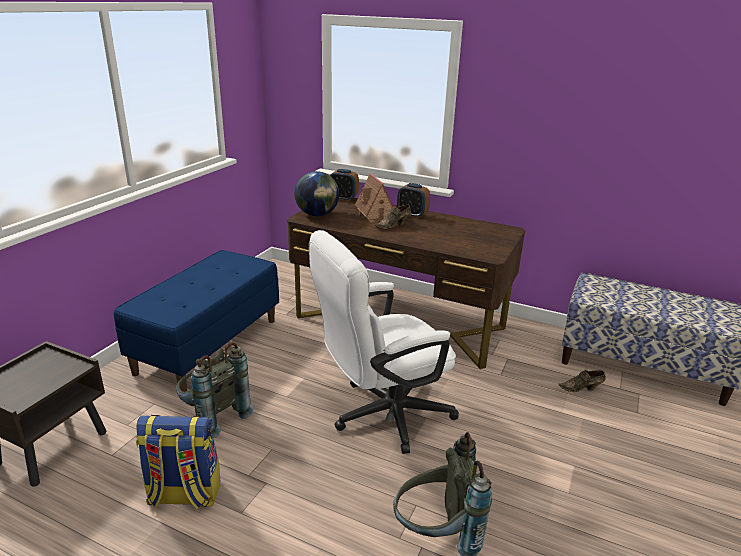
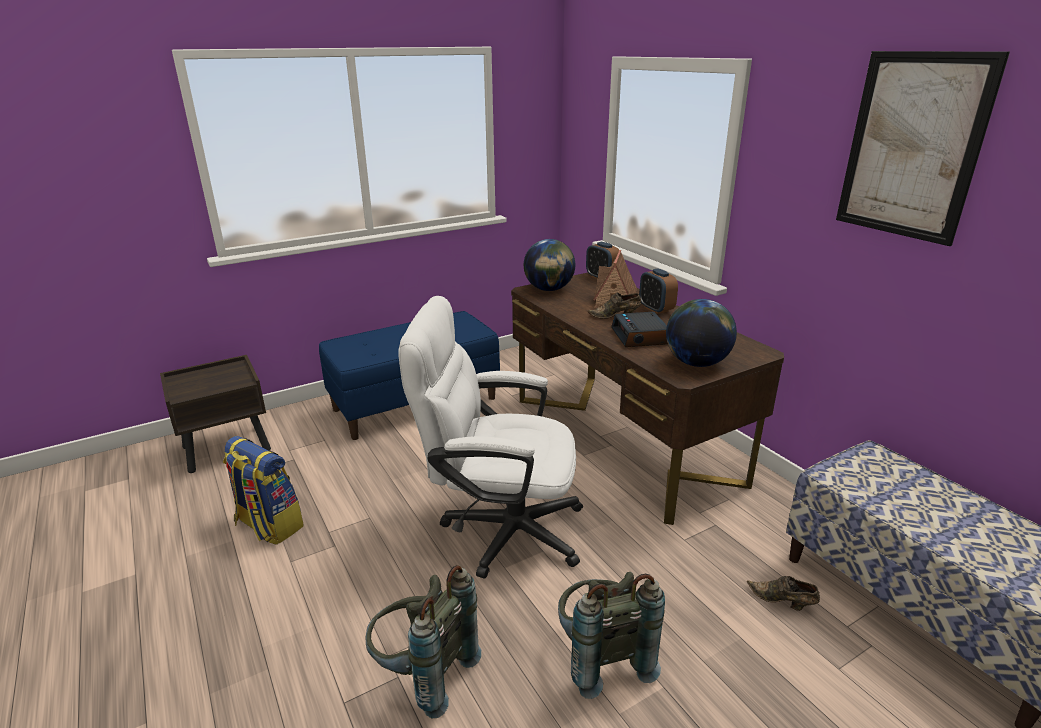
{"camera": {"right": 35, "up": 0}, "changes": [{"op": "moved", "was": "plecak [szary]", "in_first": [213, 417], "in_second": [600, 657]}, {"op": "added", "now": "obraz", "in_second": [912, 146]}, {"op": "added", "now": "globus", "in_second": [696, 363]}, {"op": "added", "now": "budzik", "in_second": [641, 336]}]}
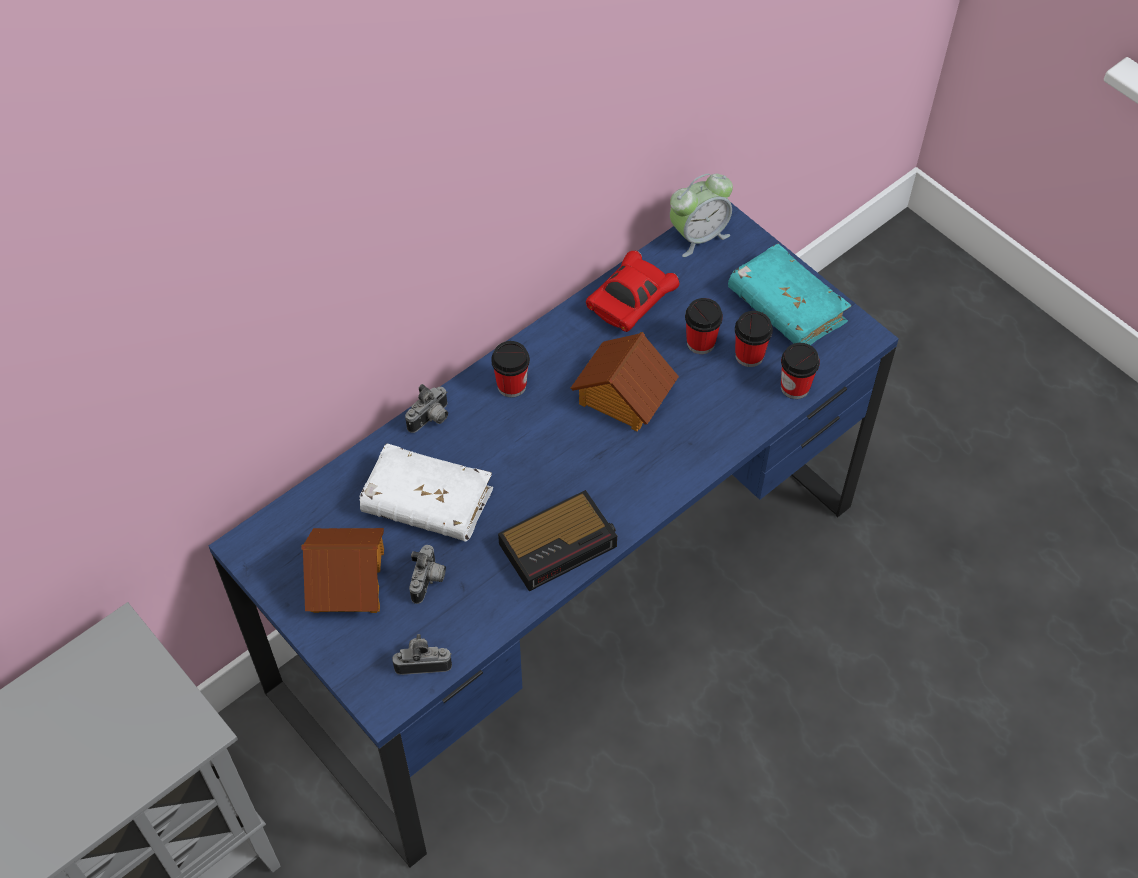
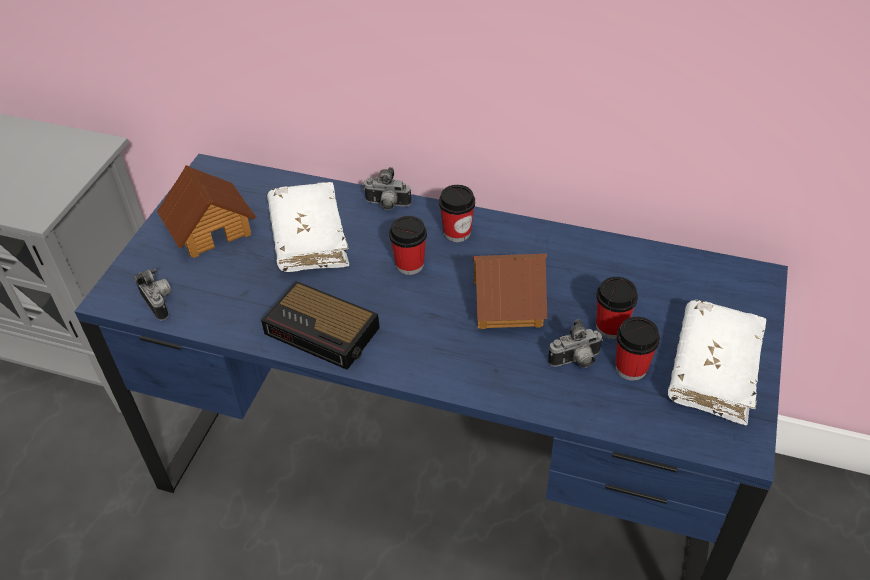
{"camera": {"right": 60, "up": -10}, "changes": [{"op": "removed", "was": "budzik", "in_first": [698, 236]}, {"op": "recoloured", "was": "książka [turkusowy]", "now": "książka [biały]", "in_first": [786, 307], "in_second": [713, 370]}, {"op": "removed", "was": "samochodzik [czerwony]", "in_first": [630, 302]}, {"op": "moved", "was": "filiżanka", "in_first": [795, 387], "in_second": [409, 264]}, {"op": "moved", "was": "aparat fotograficzny", "in_first": [429, 581], "in_second": [576, 361]}]}
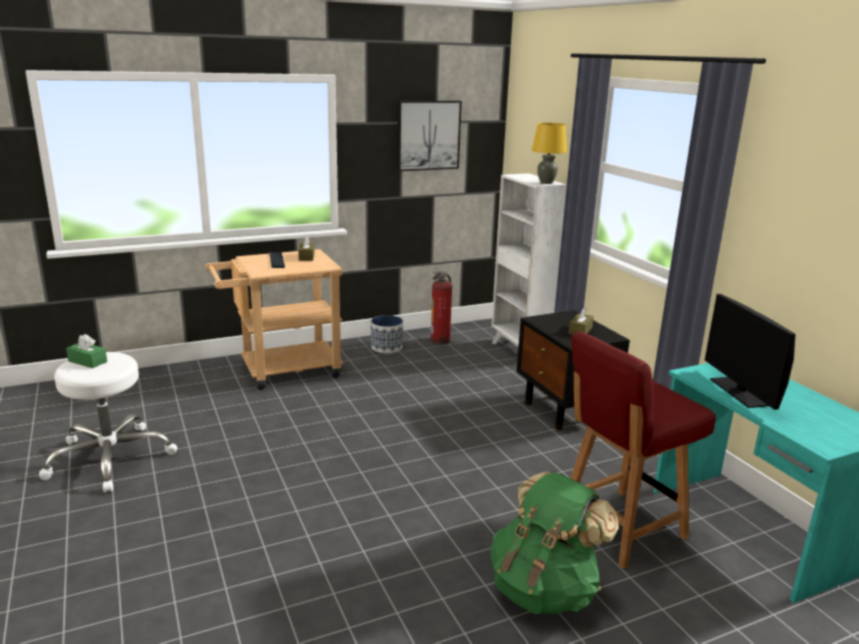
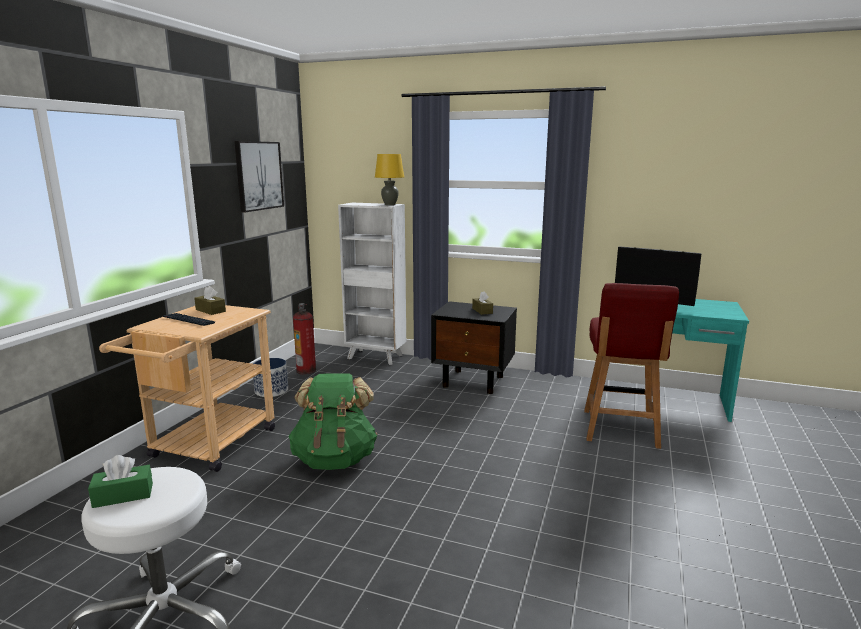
{"camera": {"right": -45, "up": -5}, "changes": [{"op": "moved", "was": "plecak [zielony]", "in_first": [544, 589], "in_second": [335, 459]}]}
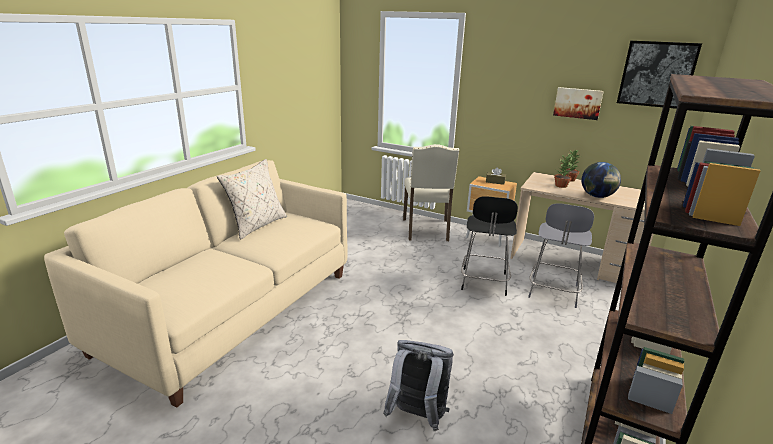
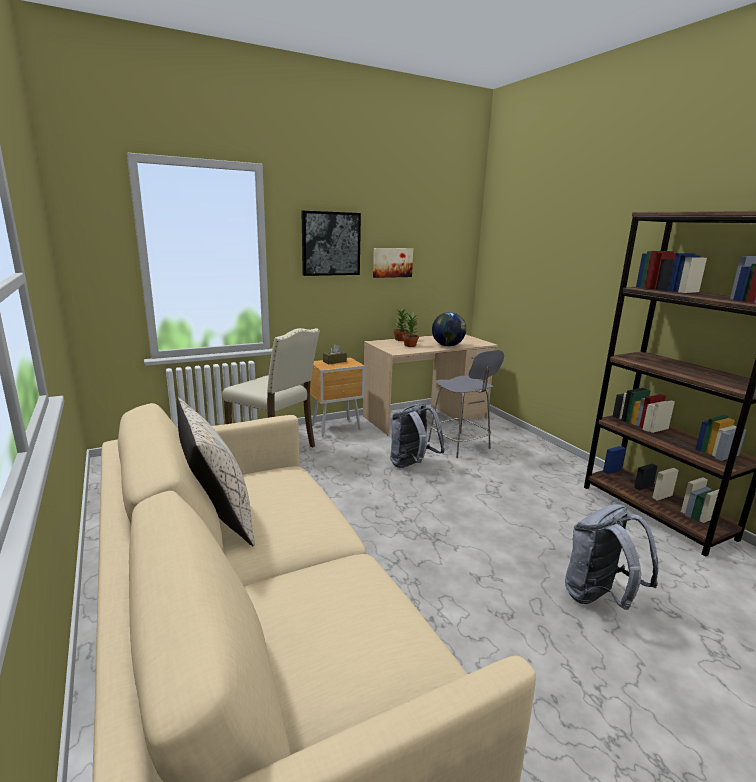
{"camera": {"right": -55, "up": -5}, "changes": [{"op": "moved", "was": "obraz", "in_first": [656, 74], "in_second": [331, 244]}, {"op": "replaced", "was": "krzesło [czarny]", "now": "plecak [szary]", "in_first": [483, 283], "in_second": [412, 465]}]}
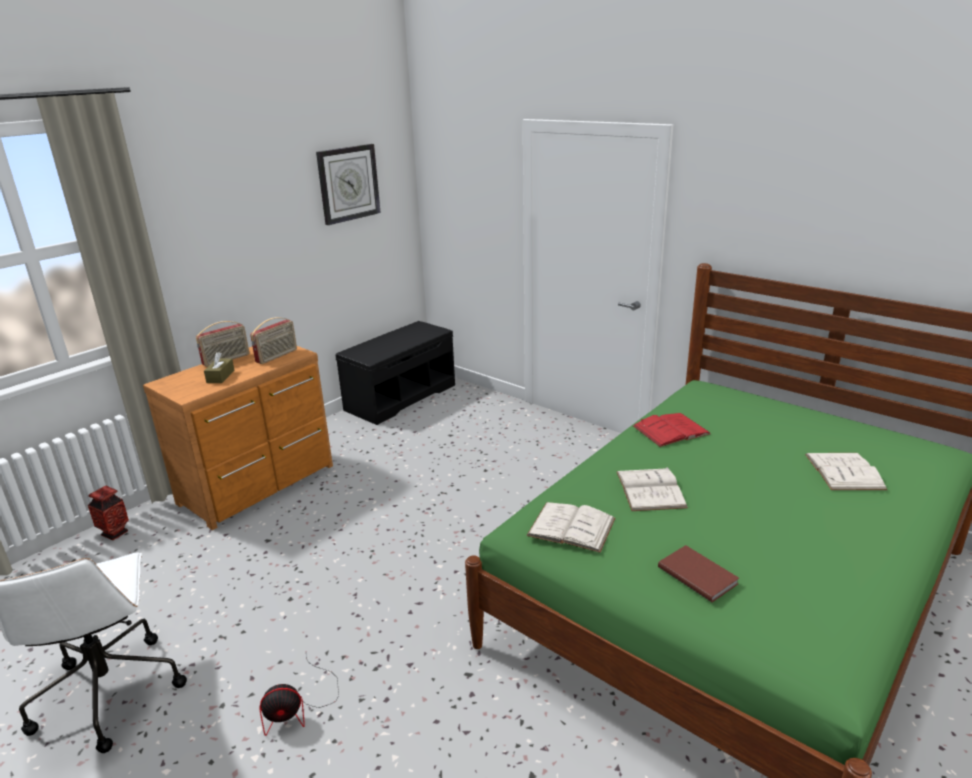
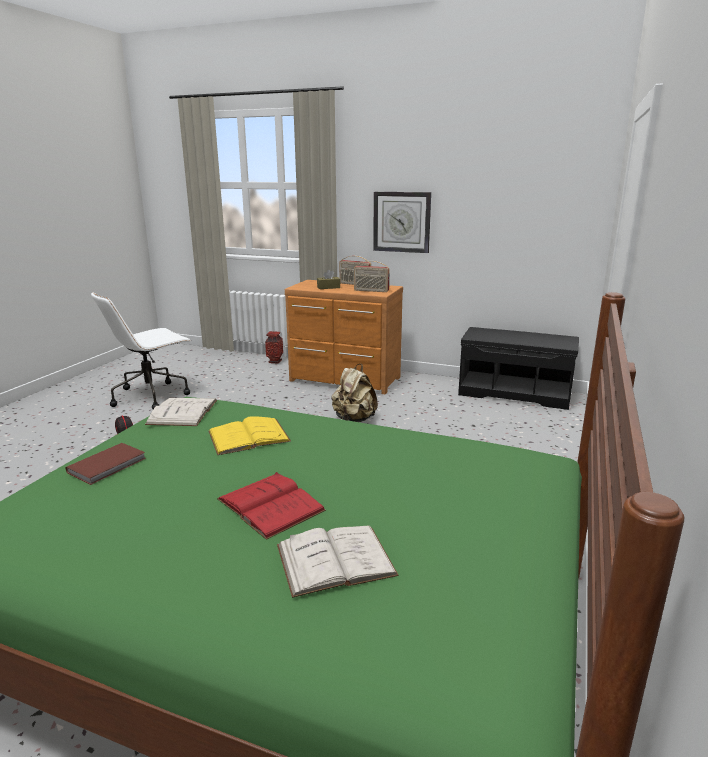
{"camera": {"right": 70, "up": -5}, "changes": [{"op": "moved", "was": "zegar ścienny", "in_first": [348, 183], "in_second": [401, 222]}, {"op": "moved", "was": "książka [czerwony]", "in_first": [671, 430], "in_second": [270, 505]}, {"op": "recoloured", "was": "książka [biały]", "now": "książka [żółty]", "in_first": [650, 489], "in_second": [248, 436]}, {"op": "added", "now": "plecak [beżowy]", "in_second": [354, 420]}]}
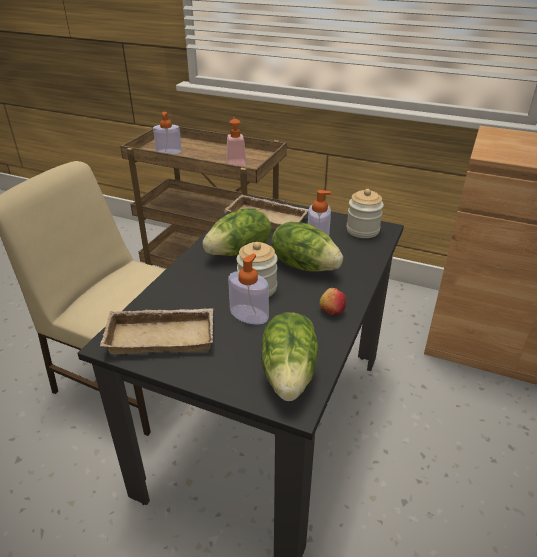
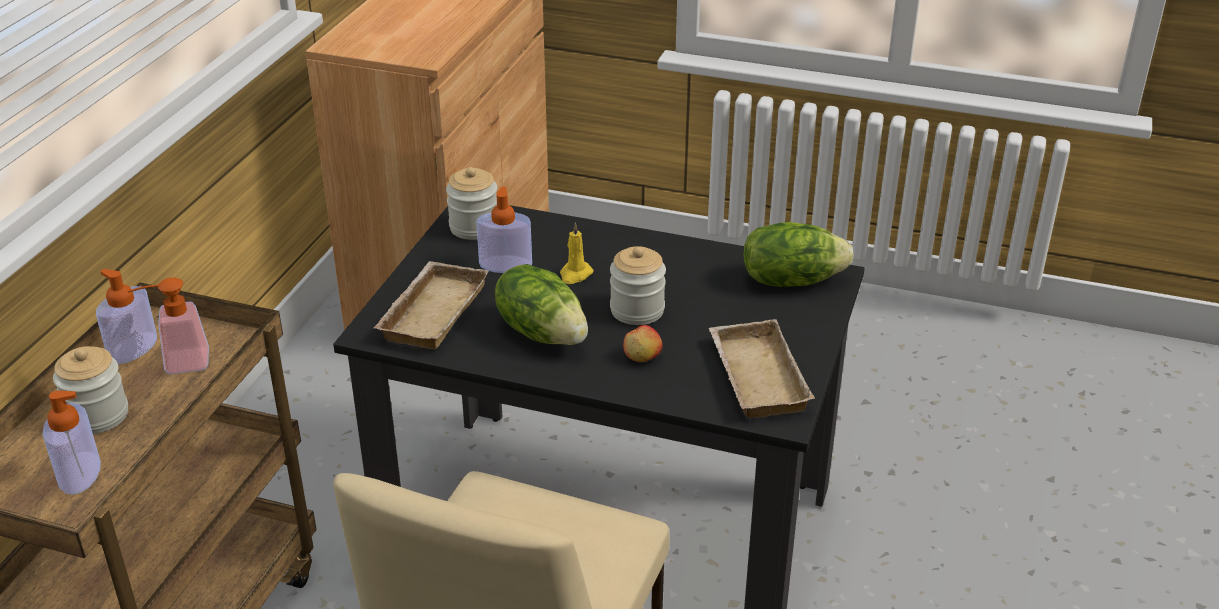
{"camera": {"right": -95, "up": 0}, "changes": [{"op": "replaced", "was": "sałata", "now": "świeca [żółty]", "in_first": [304, 265], "in_second": [575, 274]}, {"op": "moved", "was": "dozownik mydła", "in_first": [249, 314], "in_second": [133, 348]}, {"op": "moved", "was": "jabłko", "in_first": [332, 310], "in_second": [642, 357]}, {"op": "added", "now": "słoik", "in_second": [98, 416]}]}
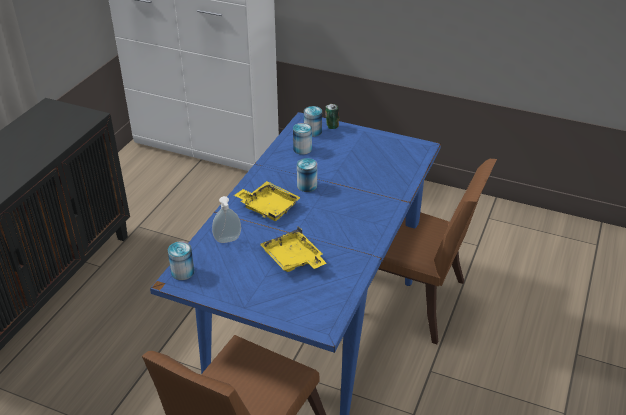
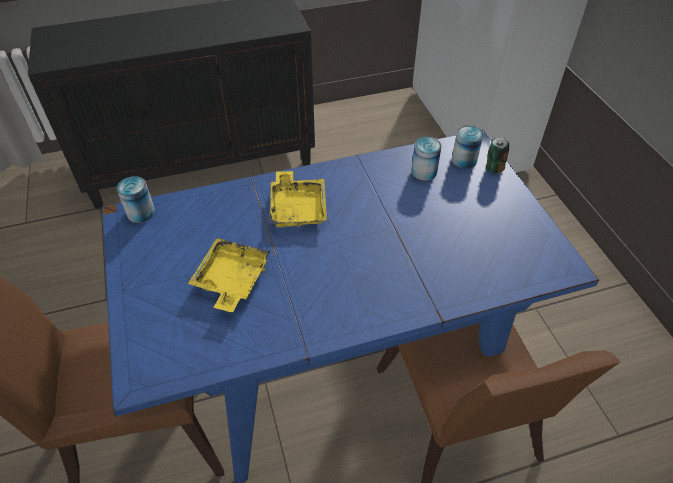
{"camera": {"right": 50, "up": 10}, "changes": [{"op": "removed", "was": "puszka", "in_first": [307, 186]}, {"op": "removed", "was": "dozownik mydła", "in_first": [228, 241]}]}
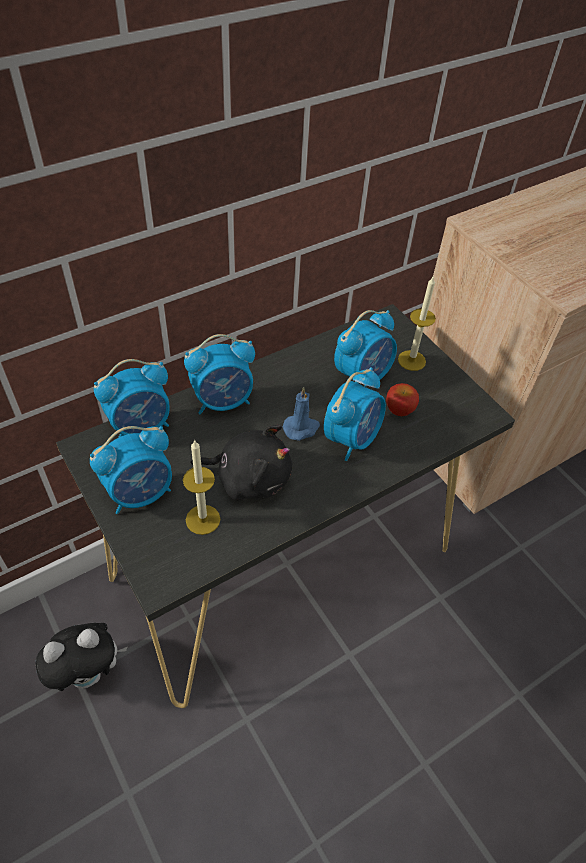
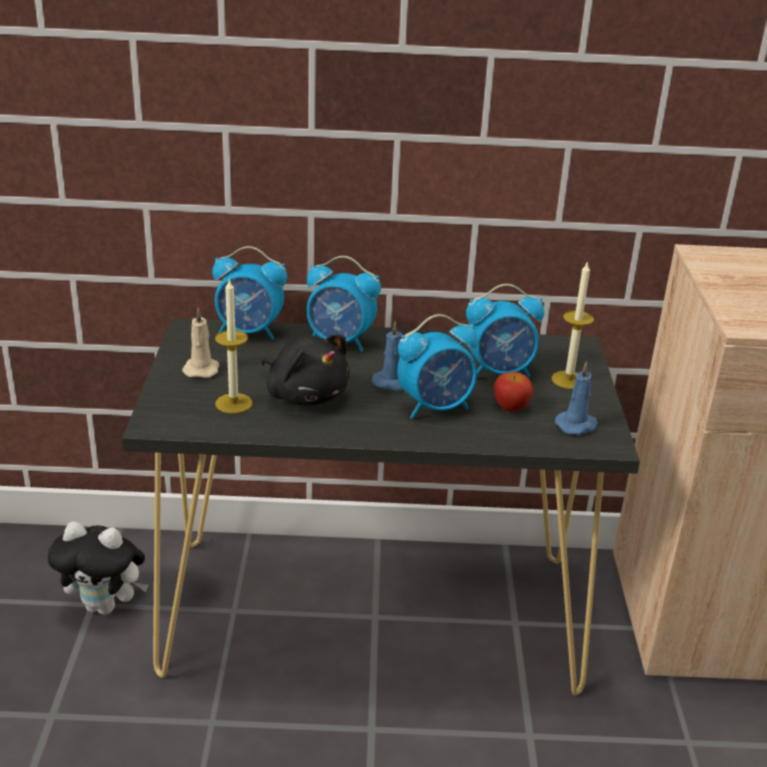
{"camera": {"right": 35, "up": -20}, "changes": [{"op": "replaced", "was": "budzik", "now": "świeca [beżowy]", "in_first": [140, 493], "in_second": [202, 369]}, {"op": "added", "now": "świeca [niebieski]", "in_second": [577, 425]}]}
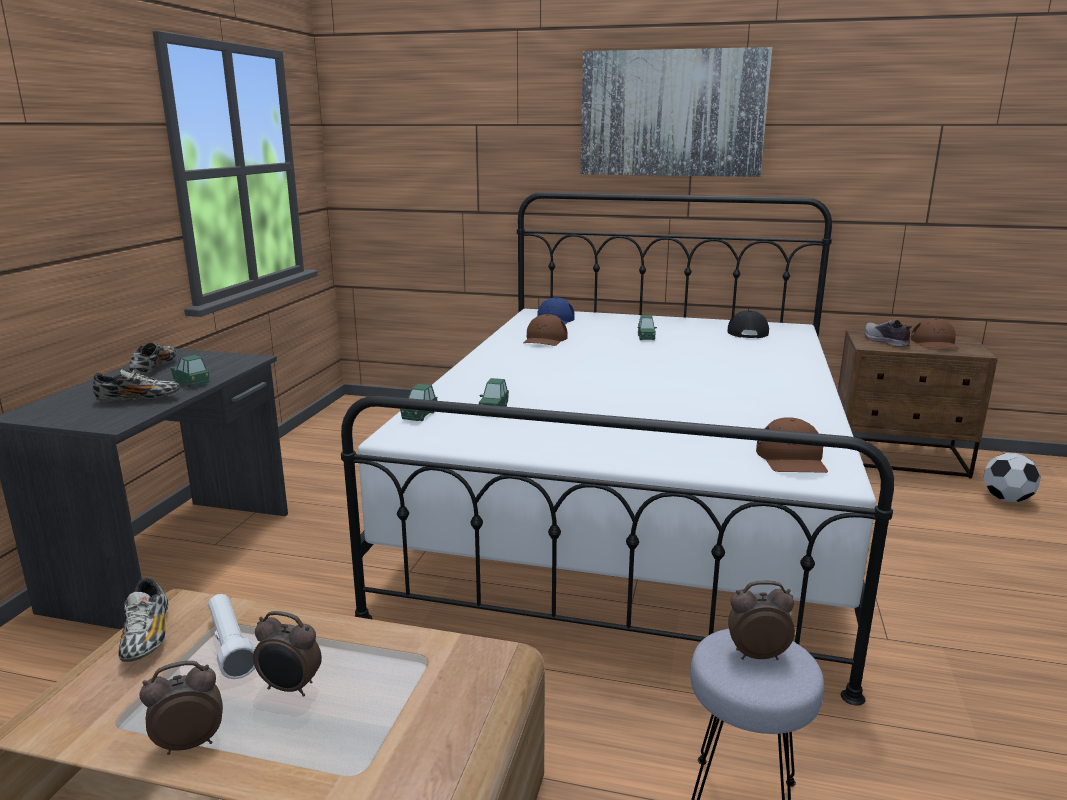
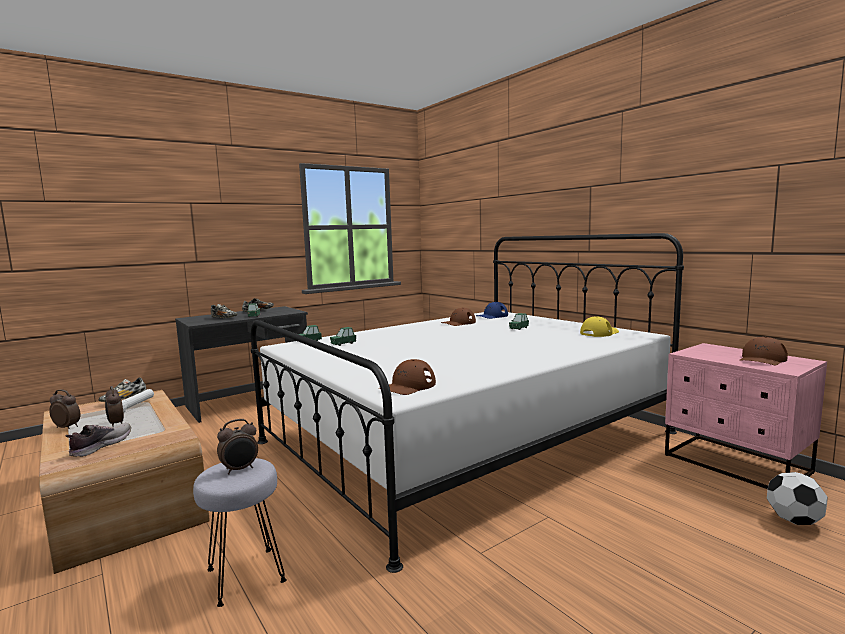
{"camera": {"right": 40, "up": -10}, "changes": [{"op": "removed", "was": "obraz", "in_first": [672, 114]}, {"op": "recoloured", "was": "czapka z daszkiem [czarny]", "now": "czapka z daszkiem [żółty]", "in_first": [747, 331], "in_second": [599, 333]}, {"op": "moved", "was": "but", "in_first": [885, 341], "in_second": [100, 446]}, {"op": "recoloured", "was": "szafka nocna [brązowy]", "now": "szafka nocna [różowy]", "in_first": [898, 458], "in_second": [736, 464]}, {"op": "turned", "was": "budzik", "in_first": [756, 654], "in_second": [240, 469], "clockwise": 105}]}
